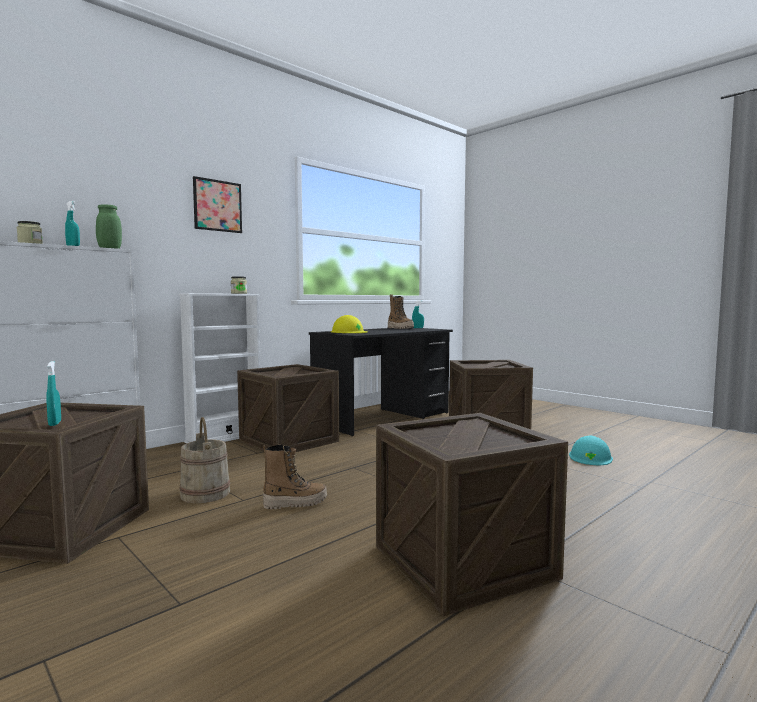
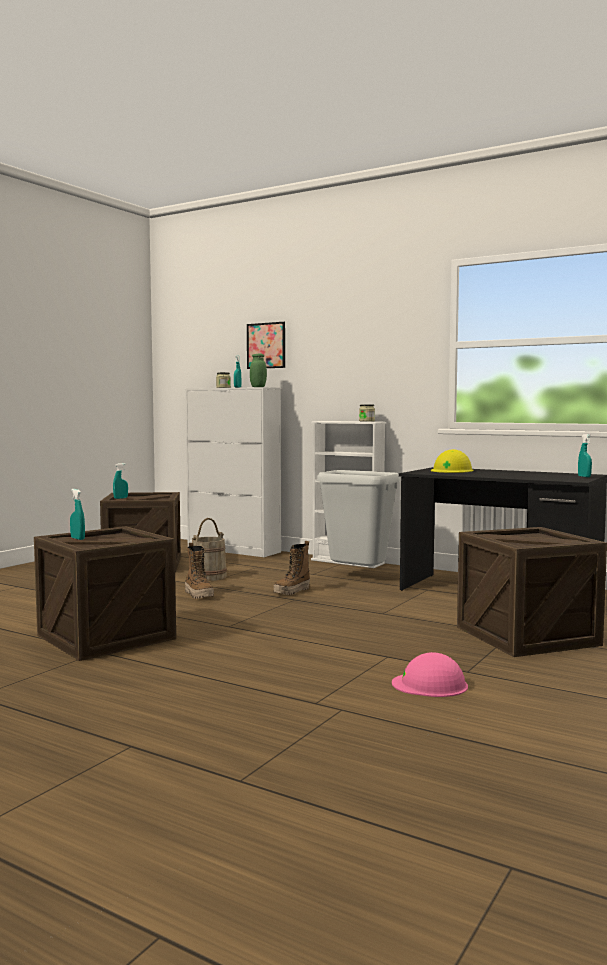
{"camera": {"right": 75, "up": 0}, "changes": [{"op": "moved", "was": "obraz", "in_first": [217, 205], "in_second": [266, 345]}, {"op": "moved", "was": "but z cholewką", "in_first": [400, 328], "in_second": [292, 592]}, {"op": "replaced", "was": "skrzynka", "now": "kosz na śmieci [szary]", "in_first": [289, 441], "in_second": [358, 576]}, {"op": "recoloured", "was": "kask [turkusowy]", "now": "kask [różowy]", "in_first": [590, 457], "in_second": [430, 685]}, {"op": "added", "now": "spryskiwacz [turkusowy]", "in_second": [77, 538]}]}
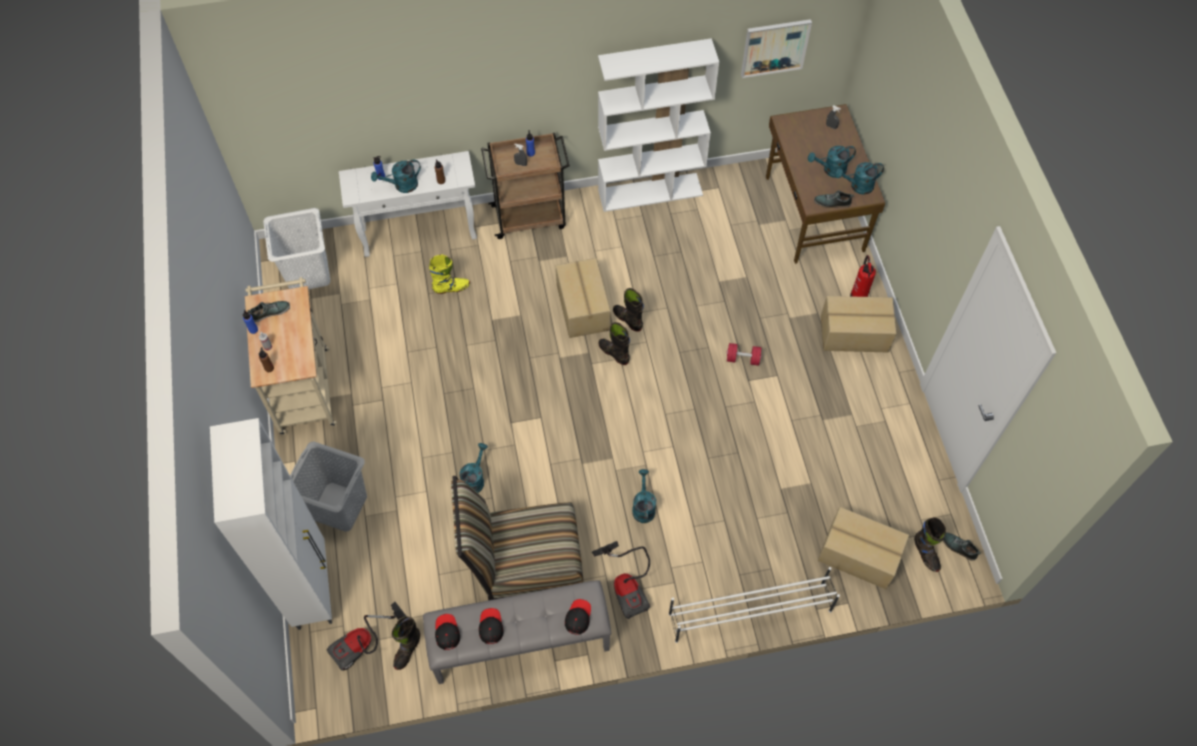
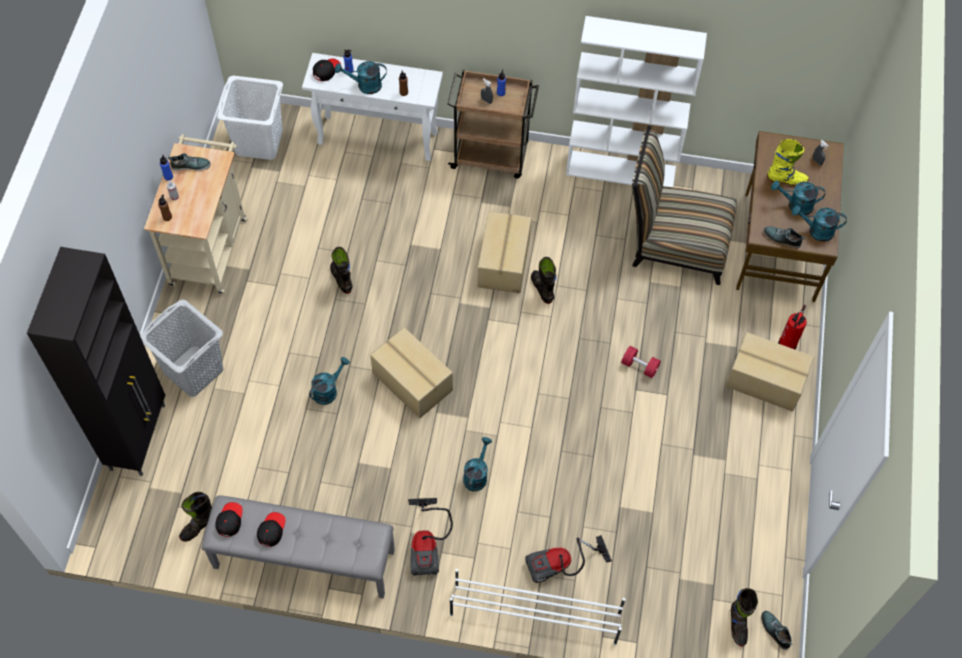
{"camera": {"right": 20, "up": 0}, "changes": [{"op": "removed", "was": "obraz", "in_first": [775, 47]}, {"op": "moved", "was": "but z cholewką [żółty]", "in_first": [451, 288], "in_second": [786, 180]}, {"op": "moved", "was": "but z cholewką [czarny]", "in_first": [614, 353], "in_second": [341, 279]}, {"op": "recoloured", "was": "szafka [biały]", "now": "szafka [czarny]", "in_first": [312, 587], "in_second": [139, 436]}, {"op": "moved", "was": "krzesło", "in_first": [524, 562], "in_second": [674, 242]}, {"op": "moved", "was": "karton", "in_first": [859, 556], "in_second": [412, 382]}, {"op": "moved", "was": "czapka z daszkiem [czarny]", "in_first": [578, 617], "in_second": [326, 70]}, {"op": "moved", "was": "odkurzacz", "in_first": [365, 645], "in_second": [561, 566]}]}
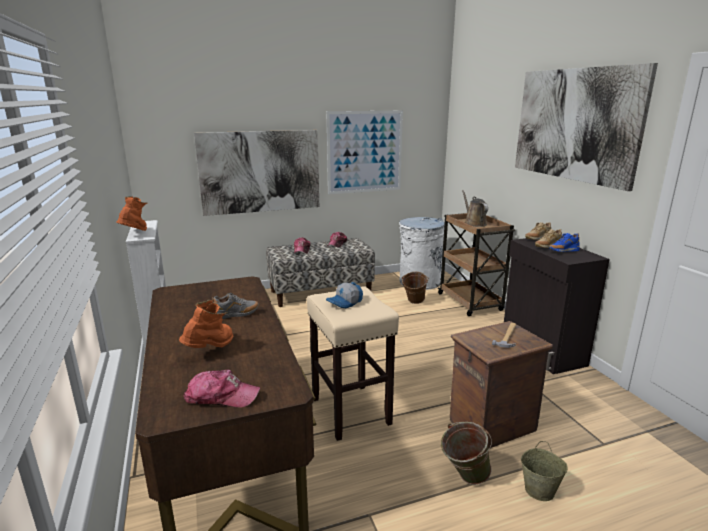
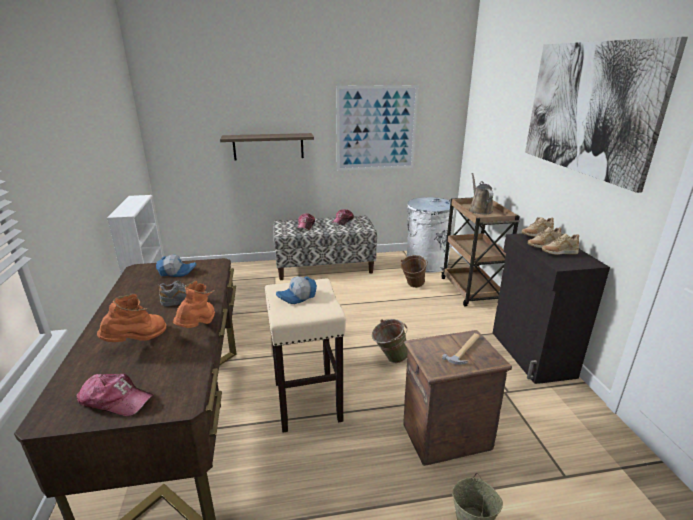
{"camera": {"right": 10, "up": 5}, "changes": [{"op": "replaced", "was": "obraz", "now": "półka", "in_first": [260, 171], "in_second": [268, 146]}, {"op": "moved", "was": "but z cholewką [pomarańczowy]", "in_first": [135, 234], "in_second": [199, 327]}, {"op": "recoloured", "was": "but [niebieski]", "now": "but [beżowy]", "in_first": [563, 252], "in_second": [558, 254]}, {"op": "moved", "was": "wiadro [zielony]", "in_first": [463, 478], "in_second": [389, 359]}, {"op": "added", "now": "czapka z daszkiem", "in_second": [177, 272]}]}
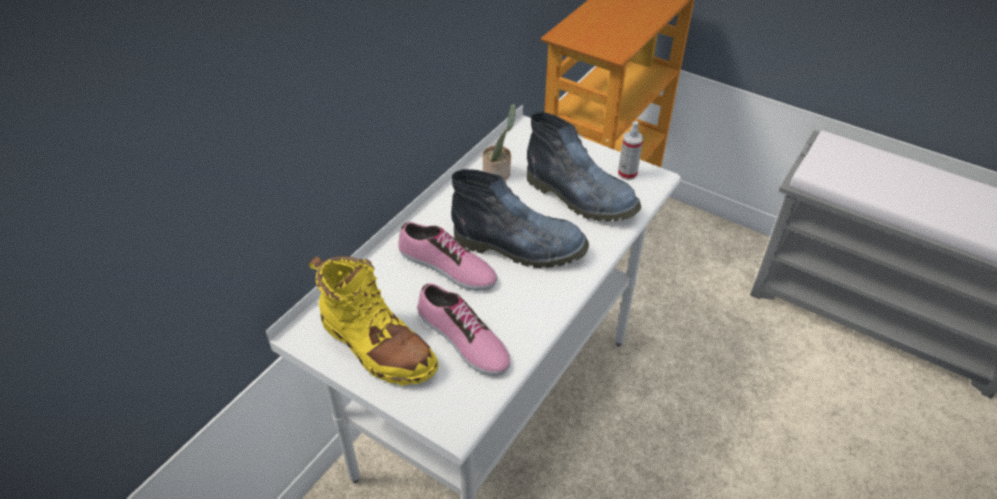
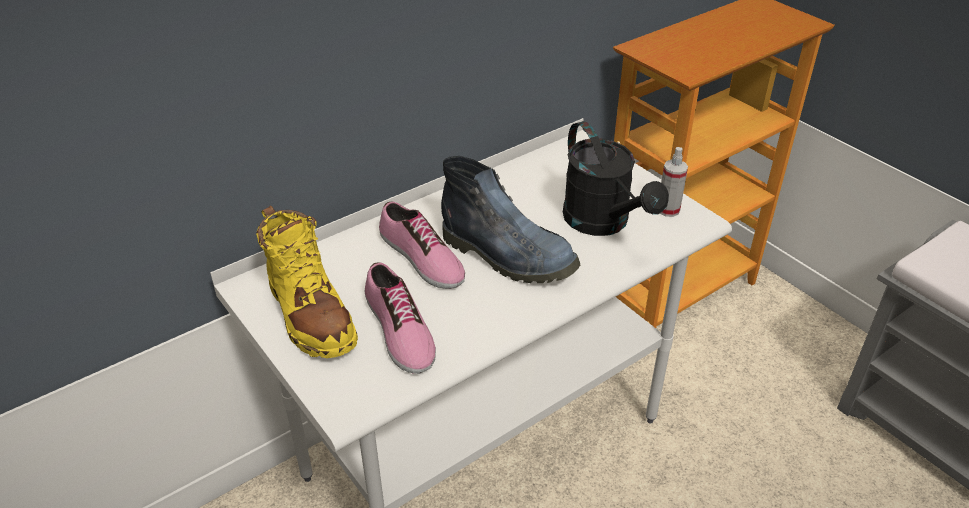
{"camera": {"right": 20, "up": -5}, "changes": [{"op": "removed", "was": "roślina doniczkowa", "in_first": [498, 173]}, {"op": "replaced", "was": "but z cholewką", "now": "konewka [czarny]", "in_first": [582, 197], "in_second": [603, 223]}]}
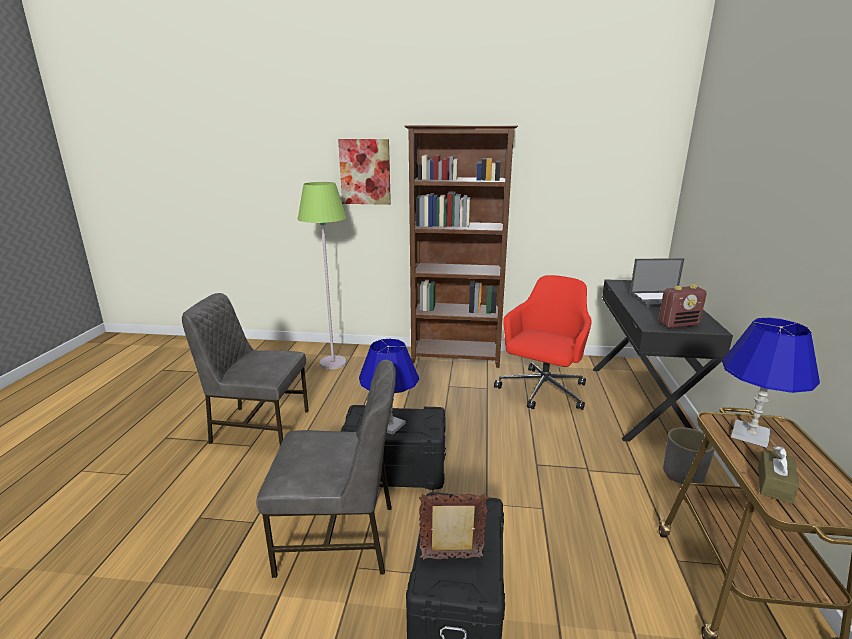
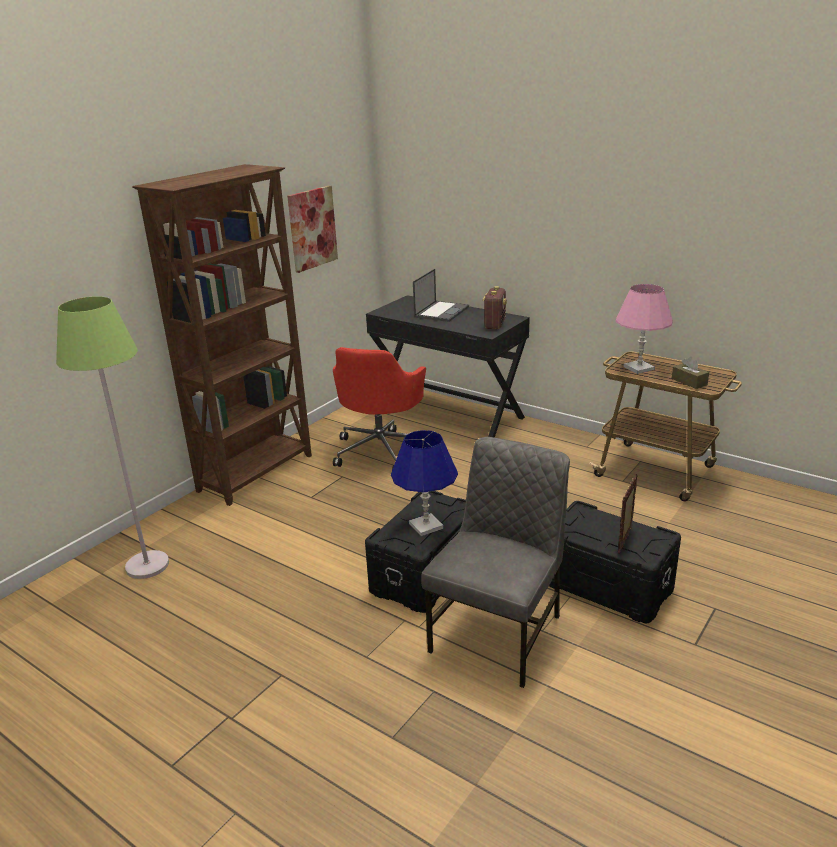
{"camera": {"right": -60, "up": 5}, "changes": [{"op": "moved", "was": "obraz", "in_first": [365, 172], "in_second": [312, 228]}, {"op": "turned", "was": "krzesło biurowe [czerwony]", "in_first": [542, 391], "in_second": [382, 450], "clockwise": -135}, {"op": "removed", "was": "krzesło [szary]", "in_first": [258, 427]}, {"op": "recoloured", "was": "lampa stołowa [niebieski]", "now": "lampa stołowa [różowy]", "in_first": [750, 435], "in_second": [639, 368]}, {"op": "removed", "was": "donica [szary]", "in_first": [683, 475]}]}
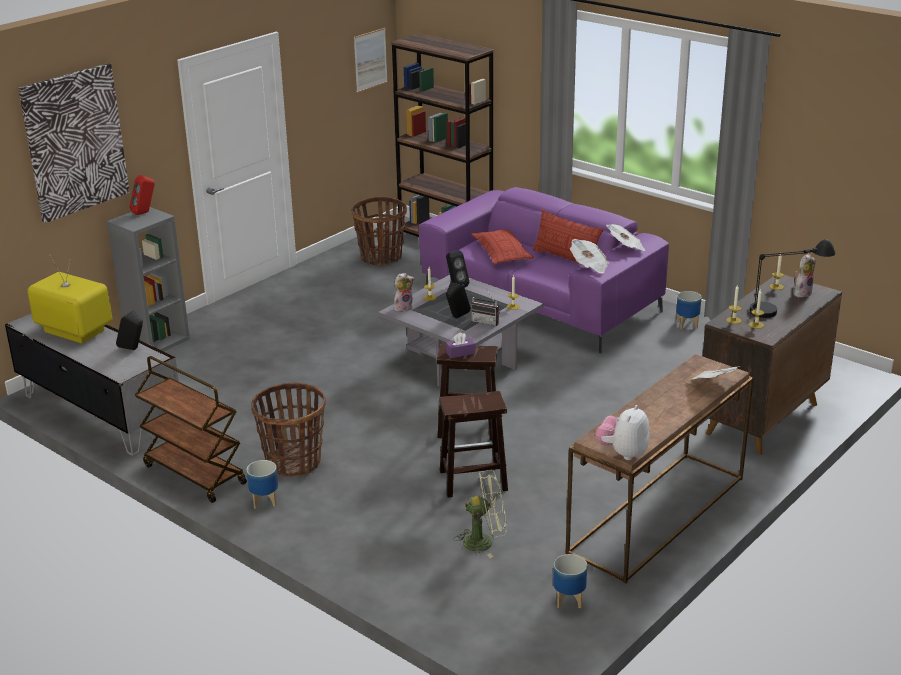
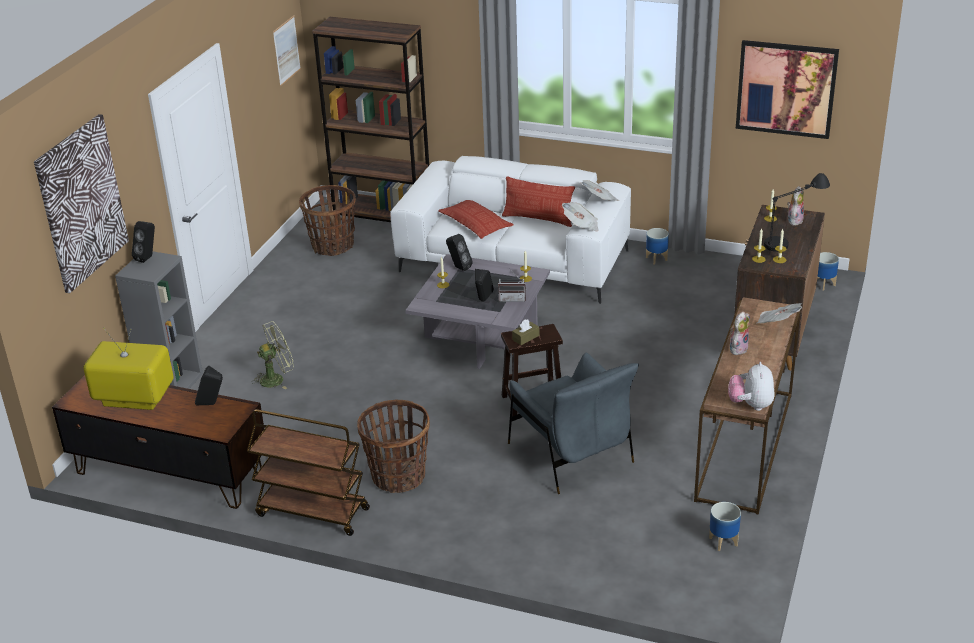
{"camera": {"right": -20, "up": 5}, "changes": [{"op": "recoloured", "was": "głośnik [czerwony]", "now": "głośnik [czarny]", "in_first": [145, 212], "in_second": [148, 258]}, {"op": "recoloured", "was": "kanapa [fioletowy]", "now": "kanapa [biały]", "in_first": [540, 301], "in_second": [513, 262]}, {"op": "moved", "was": "pluszak", "in_first": [403, 307], "in_second": [738, 348]}, {"op": "recoloured", "was": "szafka pod telewizor [szary]", "now": "szafka pod telewizor [brązowy]", "in_first": [100, 413], "in_second": [169, 473]}, {"op": "recoloured", "was": "pudełko chusteczek [fioletowy]", "now": "pudełko chusteczek [brązowy]", "in_first": [460, 353], "in_second": [525, 338]}, {"op": "replaced", "was": "stołek [brązowy]", "now": "fotel [szary]", "in_first": [472, 481], "in_second": [571, 454]}, {"op": "moved", "was": "donica", "in_first": [265, 501], "in_second": [824, 284]}, {"op": "moved", "was": "wentylator [zielony]", "in_first": [484, 541], "in_second": [276, 379]}, {"op": "added", "now": "obraz", "in_second": [786, 89]}]}
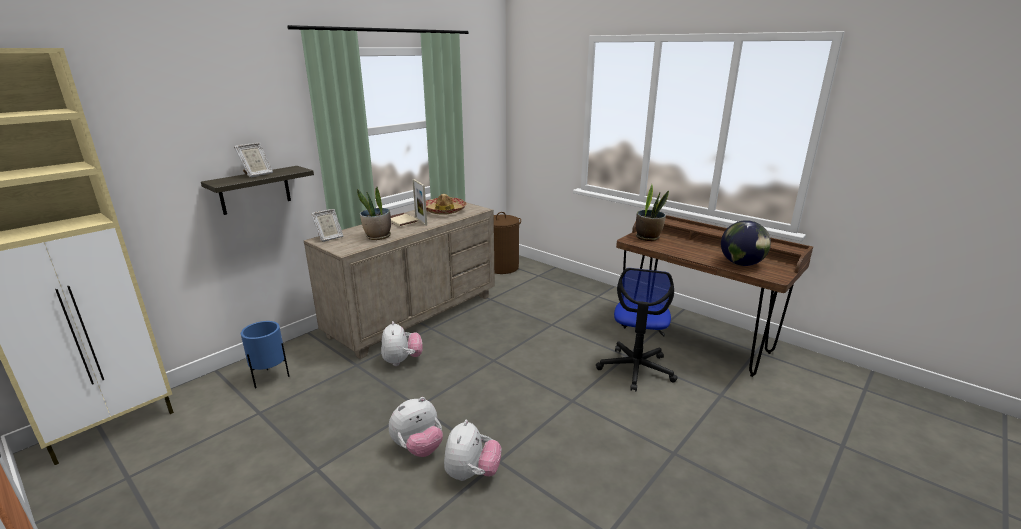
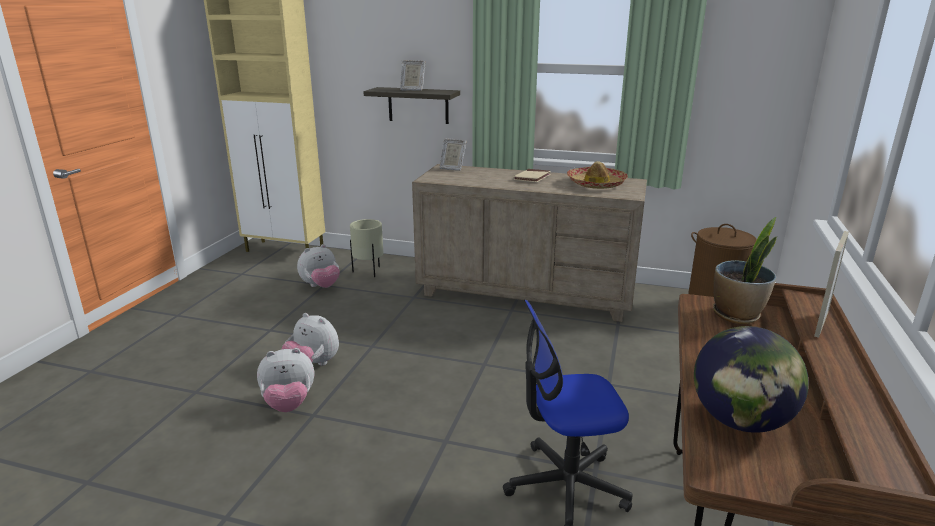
{"camera": {"right": 65, "up": 0}, "changes": [{"op": "moved", "was": "ramka na zdjęcie", "in_first": [421, 221], "in_second": [821, 324]}, {"op": "removed", "was": "roślina doniczkowa", "in_first": [378, 237]}, {"op": "recoloured", "was": "donica [niebieski]", "now": "donica [beżowy]", "in_first": [270, 378], "in_second": [369, 272]}, {"op": "moved", "was": "pluszak", "in_first": [402, 361], "in_second": [321, 286]}]}
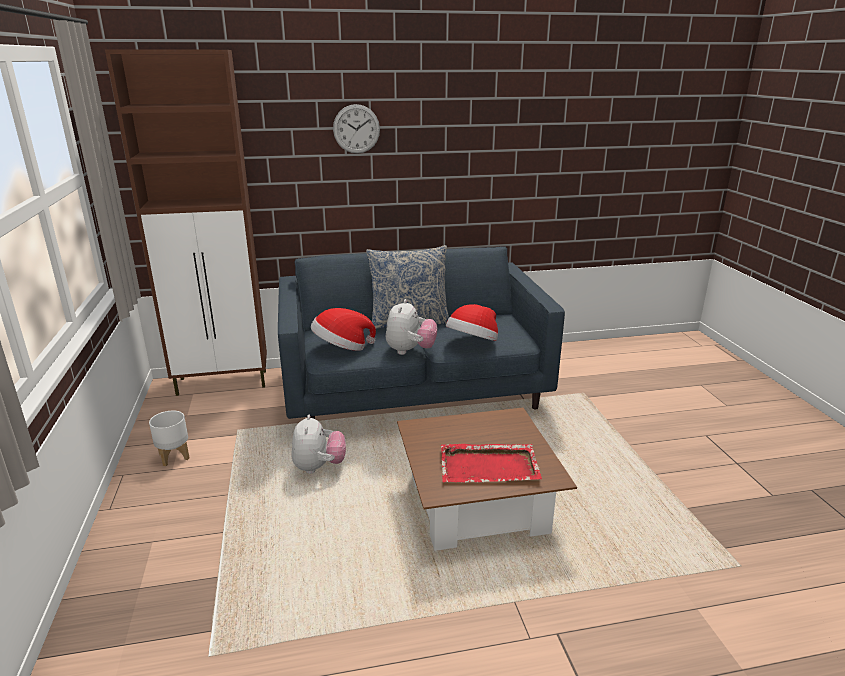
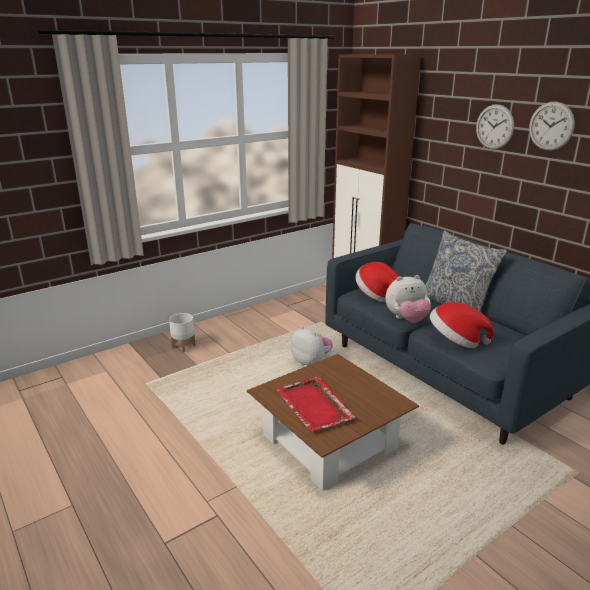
{"camera": {"right": 65, "up": 0}, "changes": [{"op": "moved", "was": "donica [biały]", "in_first": [174, 456], "in_second": [184, 346]}, {"op": "turned", "was": "pluszak", "in_first": [319, 467], "in_second": [311, 362], "clockwise": -105}, {"op": "added", "now": "zegar ścienny", "in_second": [551, 126]}]}
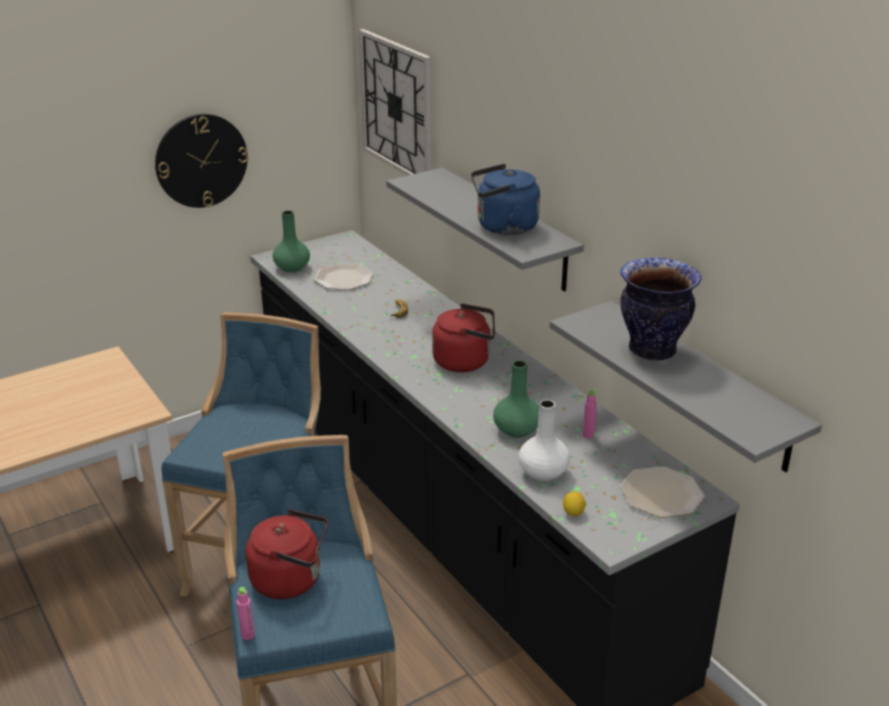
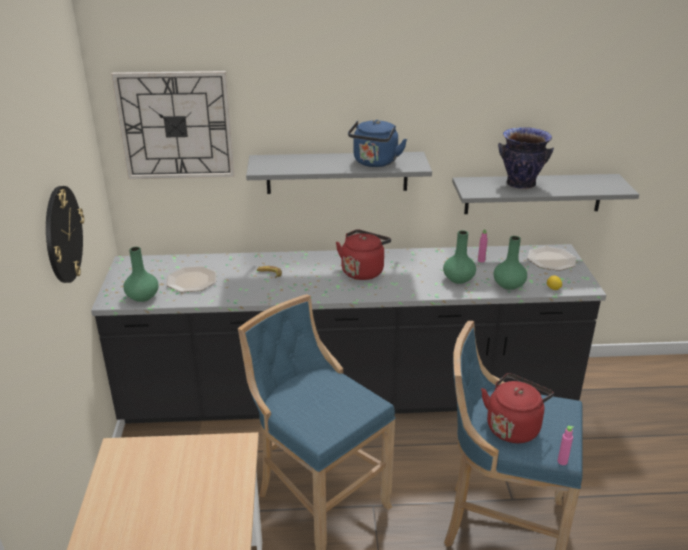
{"camera": {"right": -60, "up": 0}, "changes": [{"op": "recoloured", "was": "wazon [biały]", "now": "wazon [zielony]", "in_first": [543, 473], "in_second": [509, 285]}]}
